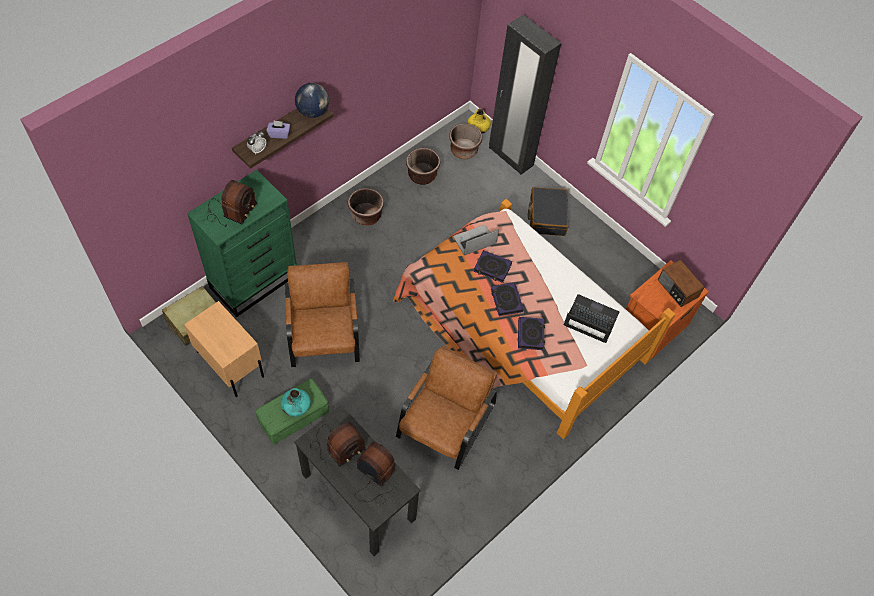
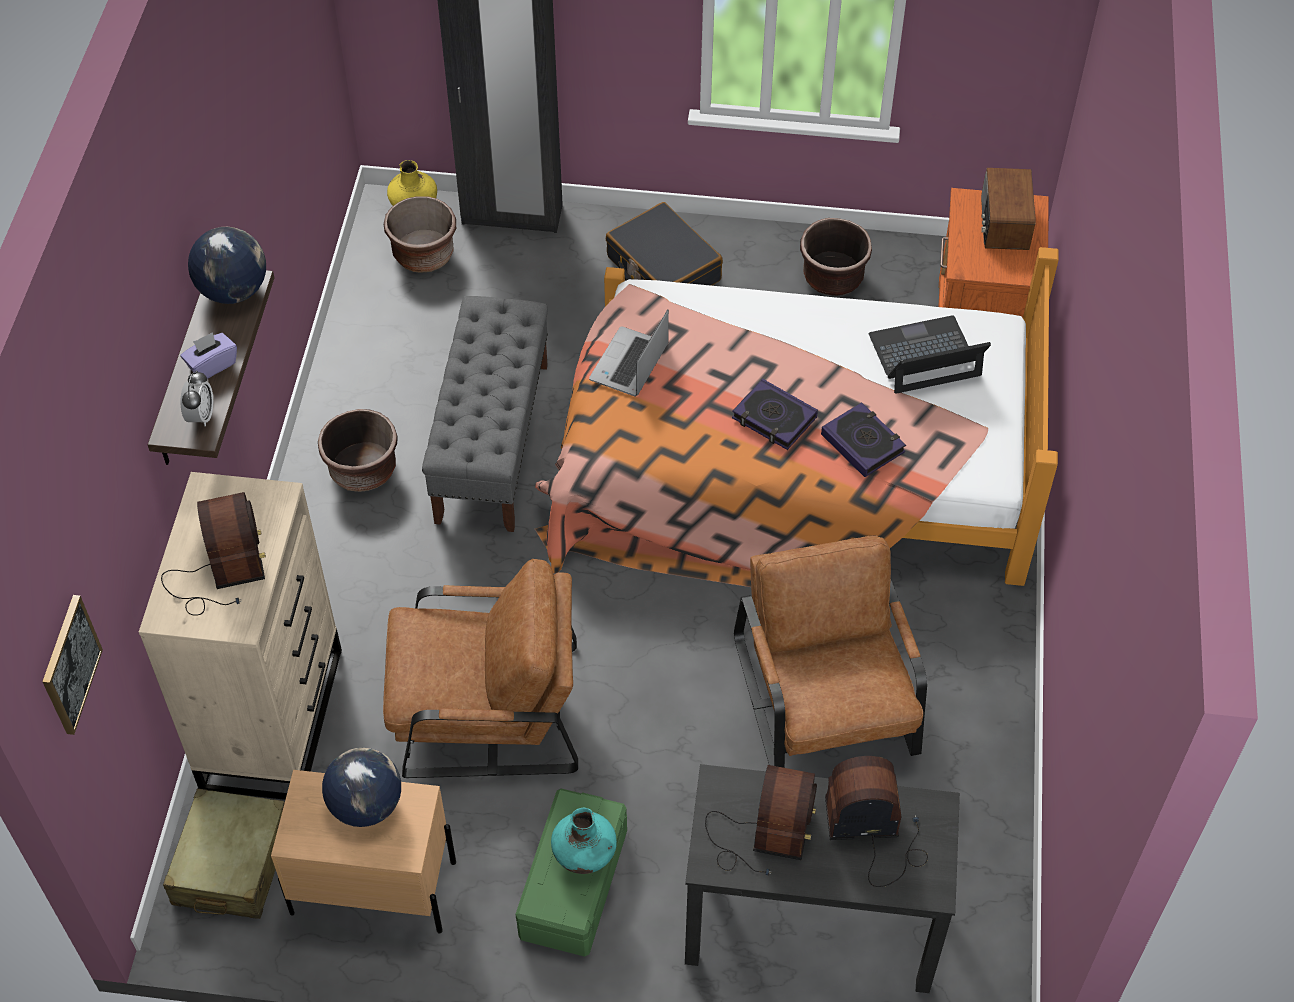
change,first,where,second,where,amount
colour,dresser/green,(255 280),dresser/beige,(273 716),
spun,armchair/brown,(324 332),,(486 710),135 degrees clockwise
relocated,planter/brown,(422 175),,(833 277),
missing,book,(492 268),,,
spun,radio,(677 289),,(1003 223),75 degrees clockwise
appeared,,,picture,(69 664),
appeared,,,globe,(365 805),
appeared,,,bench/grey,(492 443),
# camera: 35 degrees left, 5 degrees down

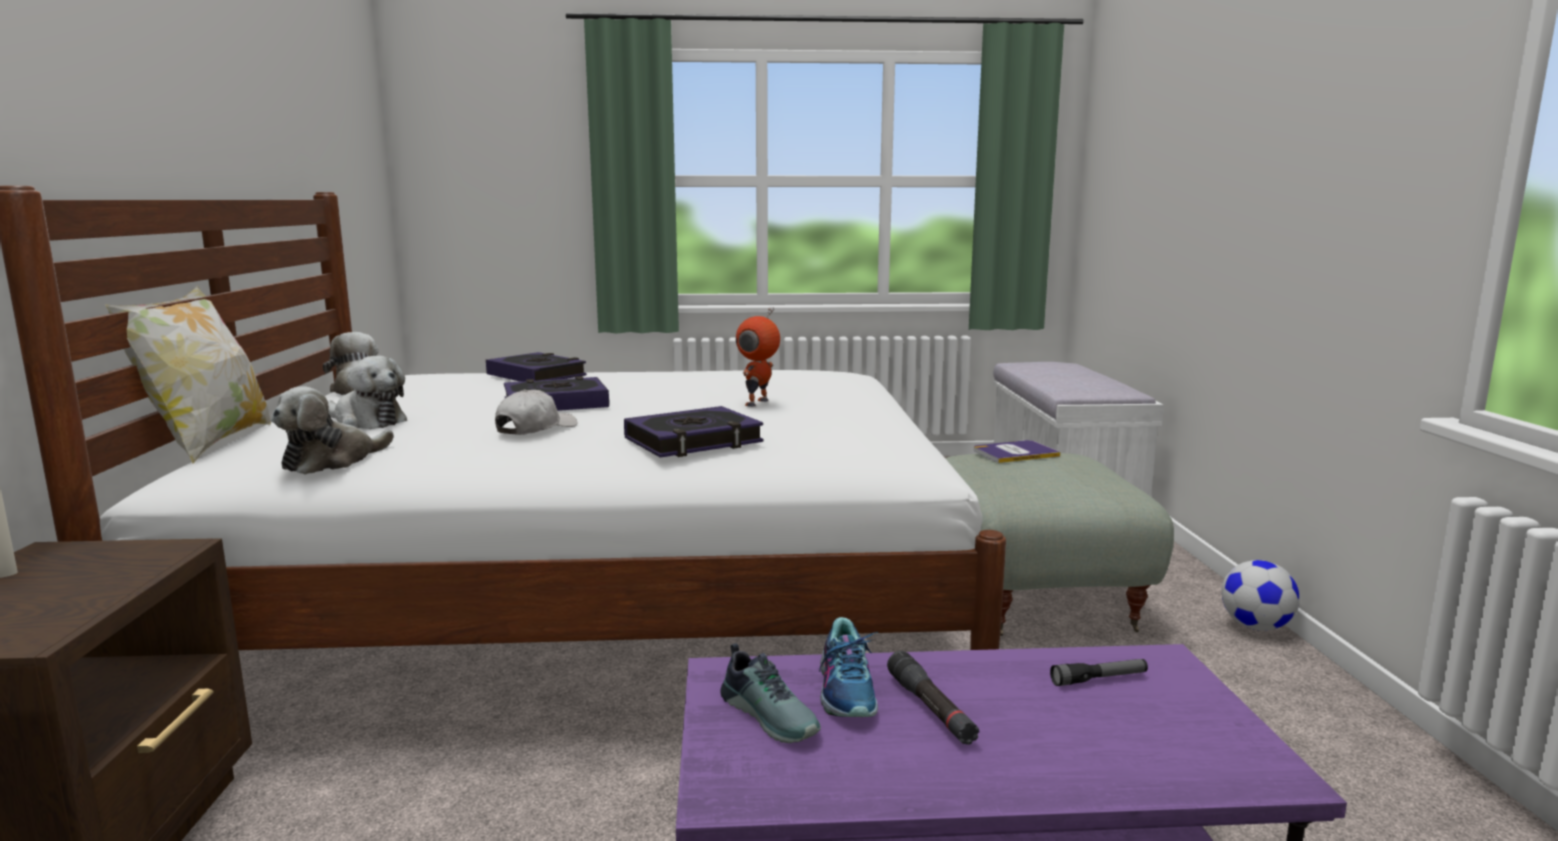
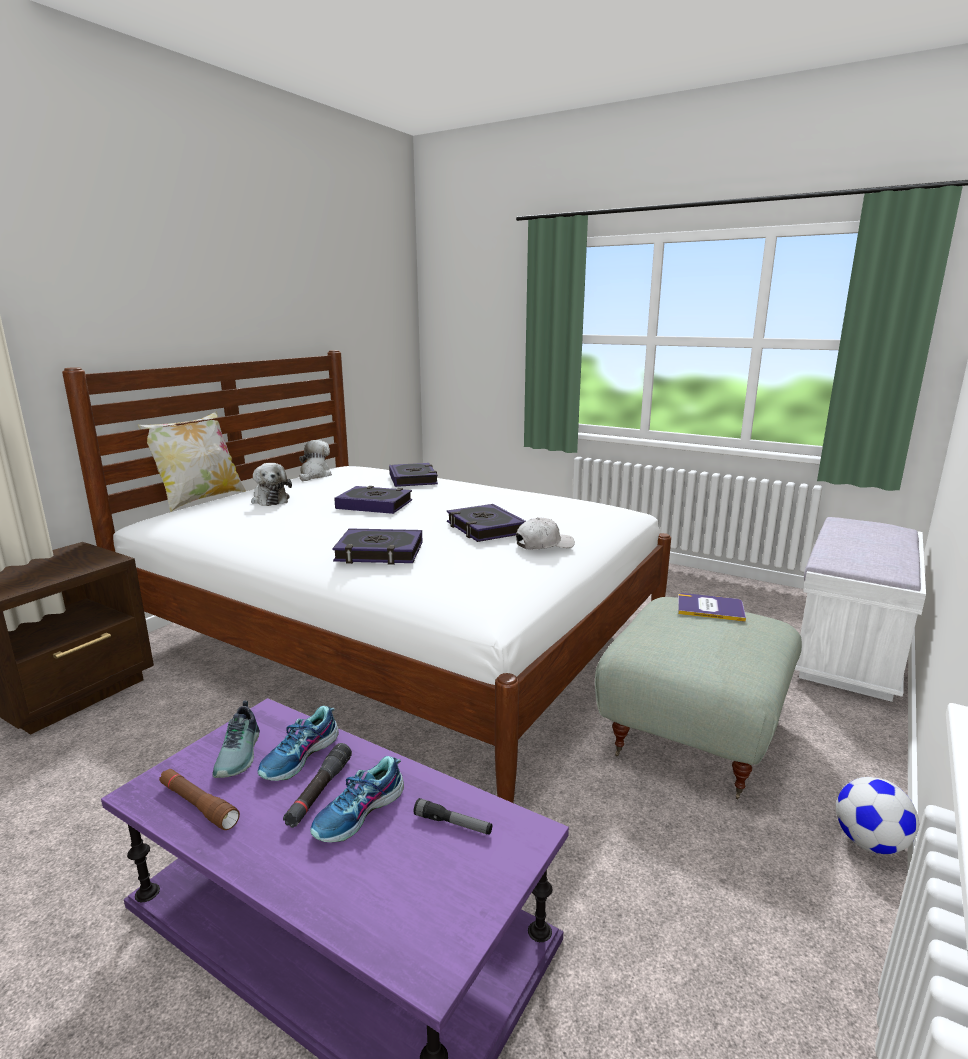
change,first,where,second,where,amount
missing,plush toy,(332 461),,,
relocated,cap/white,(535 429),,(544 545),
exchanged,toy robot,(758 403),book,(485 528),
appeared,,,flashlight/brown,(198 805),
appeared,,,shoe,(359 813),
# camera: 35 degrees right, 5 degrees up

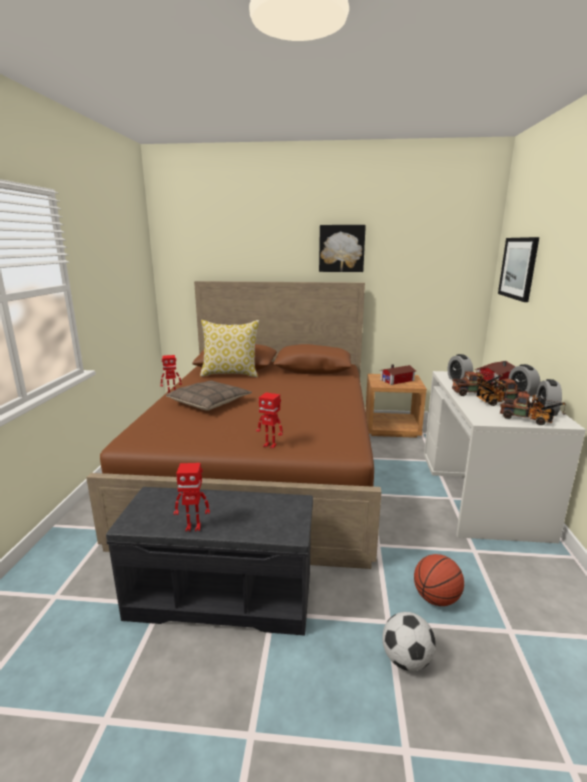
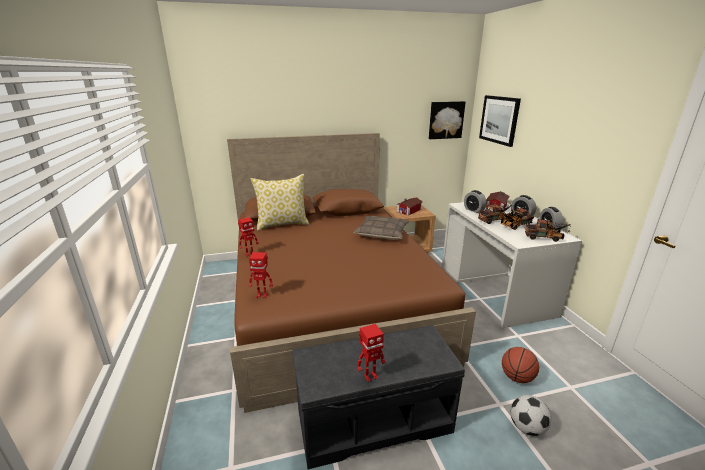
change,first,where,second,where,amount
relocated,pillow,(209 402),,(382 233),
relocated,toy robot,(270 445),,(262 295),
relocated,picture,(341 248),,(445 120),
# camera: 20 degrees left, 5 degrees up

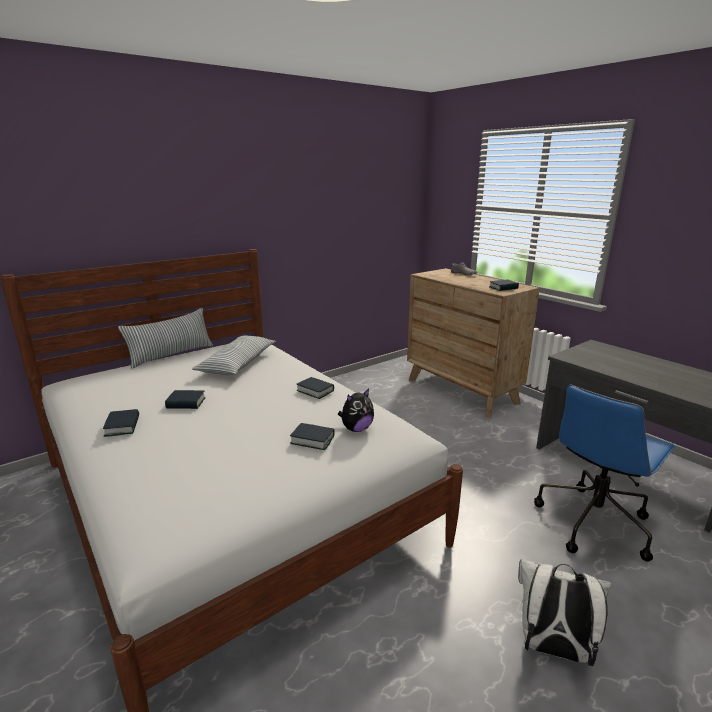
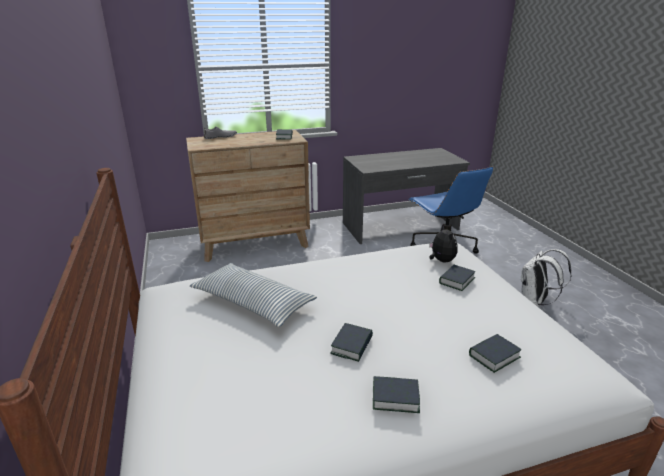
change,first,where,second,where,amount
missing,pillow,(171 355),,,
relocated,book,(315 391),,(494 356),
# camera: 70 degrees left, 5 degrees up

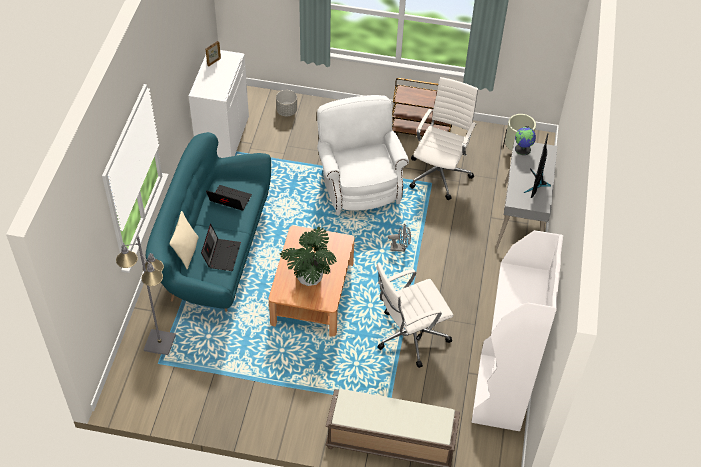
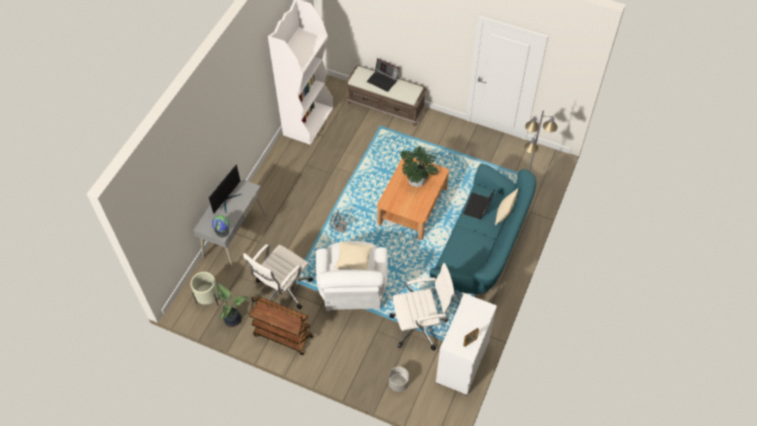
change,first,where,second,where,amount
relocated,laptop,(229 200),,(383 80),
relocated,office chair/white,(409 336),,(420 326),
appeared,,,potted plant,(233 318),
appeared,,,pillow/beige,(353 259),
# camera: 165 degrees left, 5 degrees up

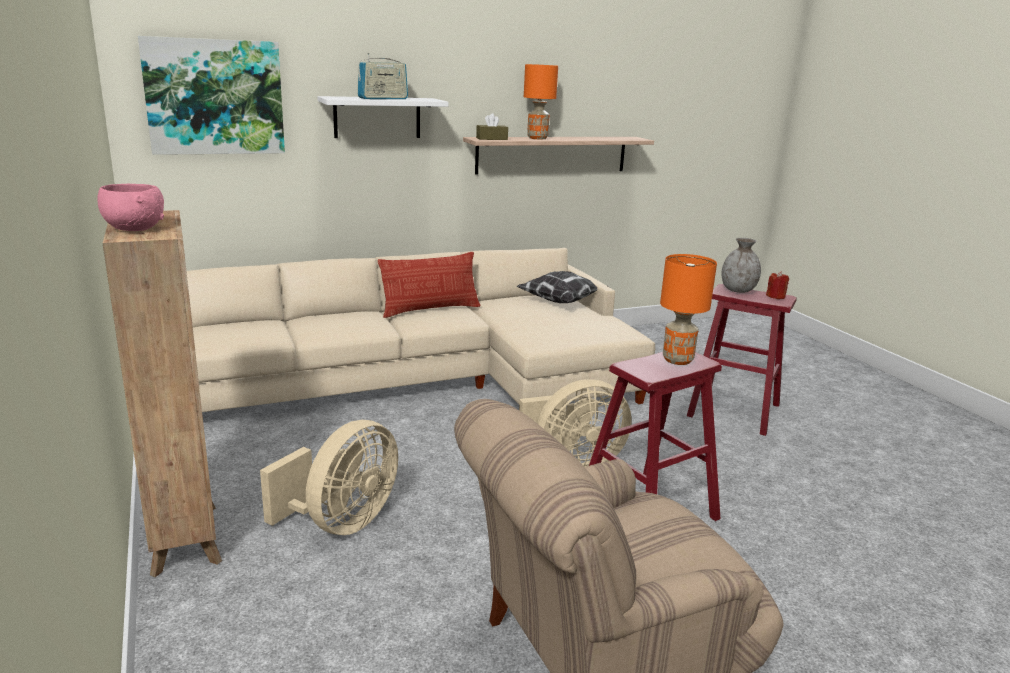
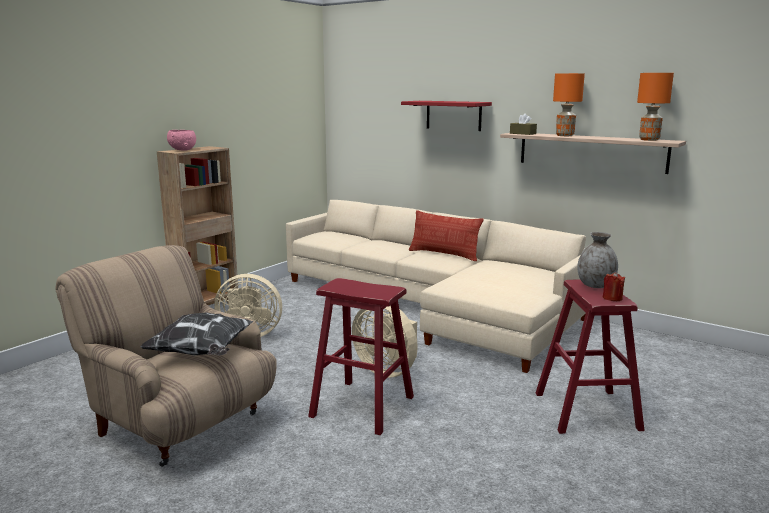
change,first,where,second,where,amount
missing,picture,(215 97),,,
colour,shelf/white,(377 117),shelf/red,(453 115),
missing,radio,(383 98),,,
relocated,pillow,(563 302),,(202 353),
relocated,table lamp/orange,(678 360),,(649 140),
# camera: 60 degrees right, 5 degrees down

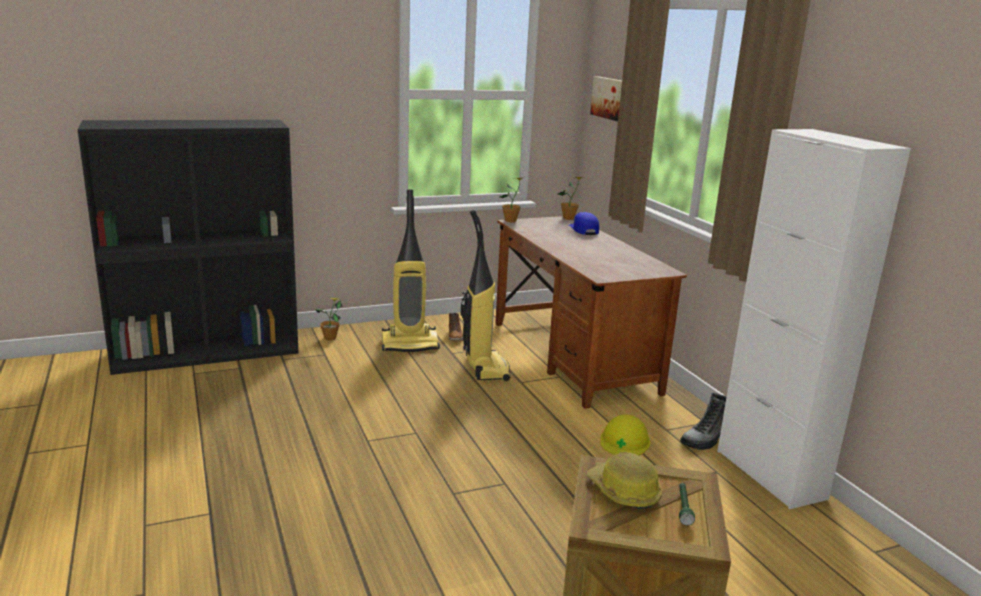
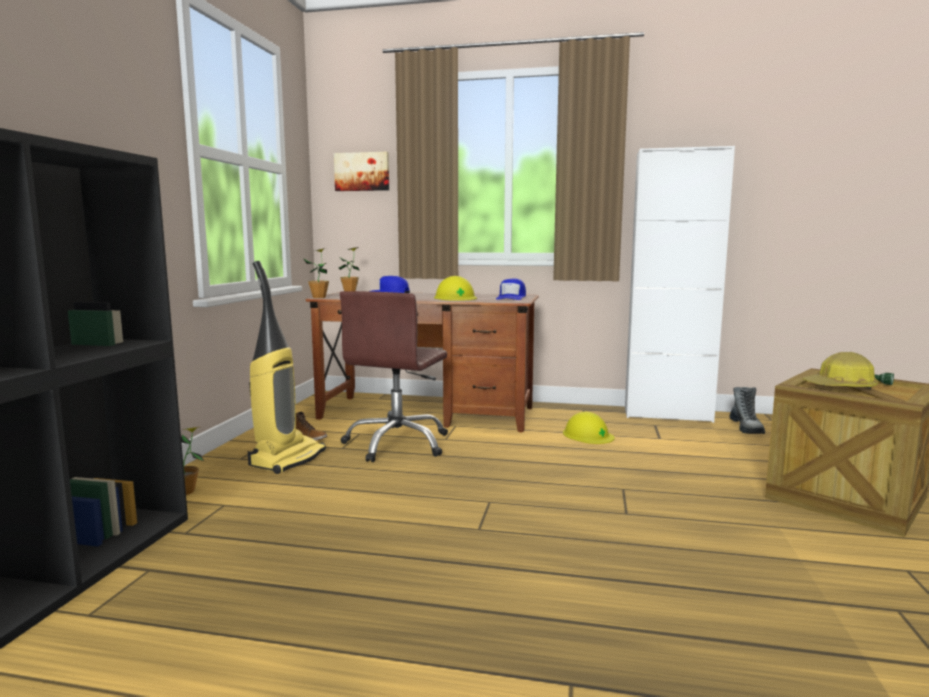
change,first,where,second,where,amount
exchanged,vacuum cleaner,(485 368),office chair/brown,(397 444),
relocated,boot,(707 440),,(746 428),
appeared,,,hard hat/yellow,(455 298),
appeared,,,cap/blue,(511 298),
# camera: 55 degrees left, 10 degrees down

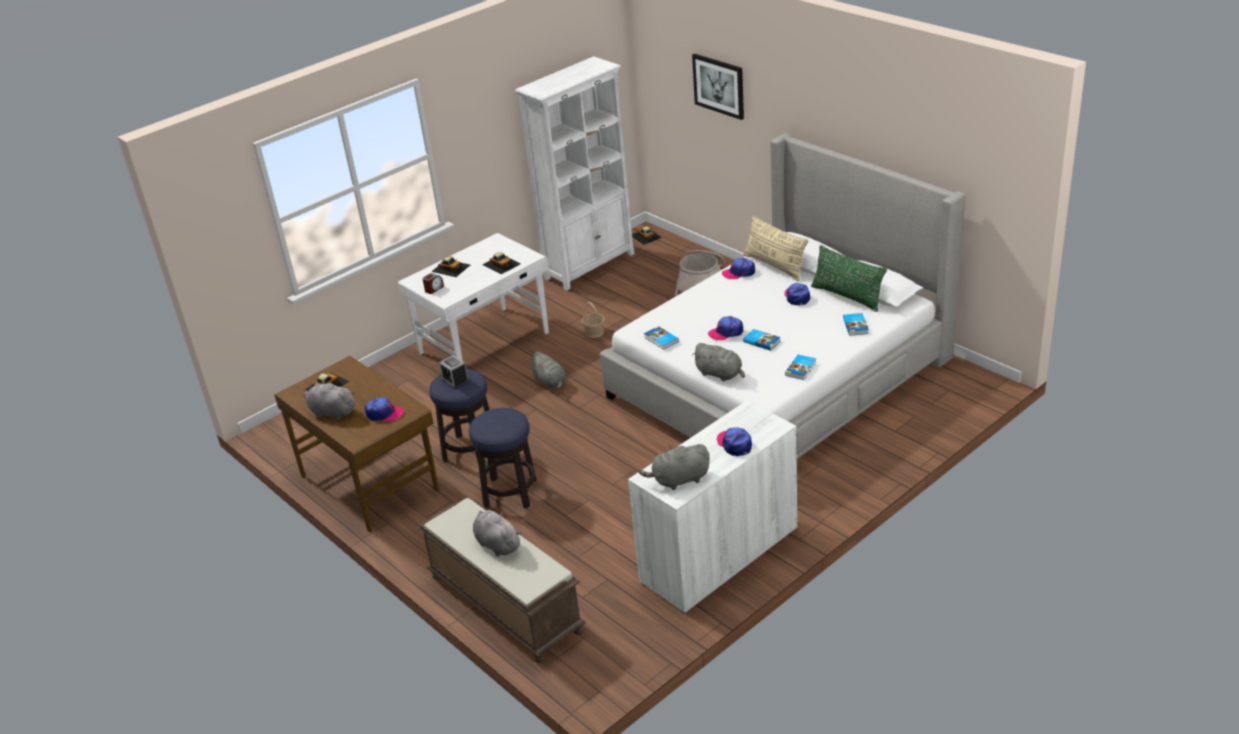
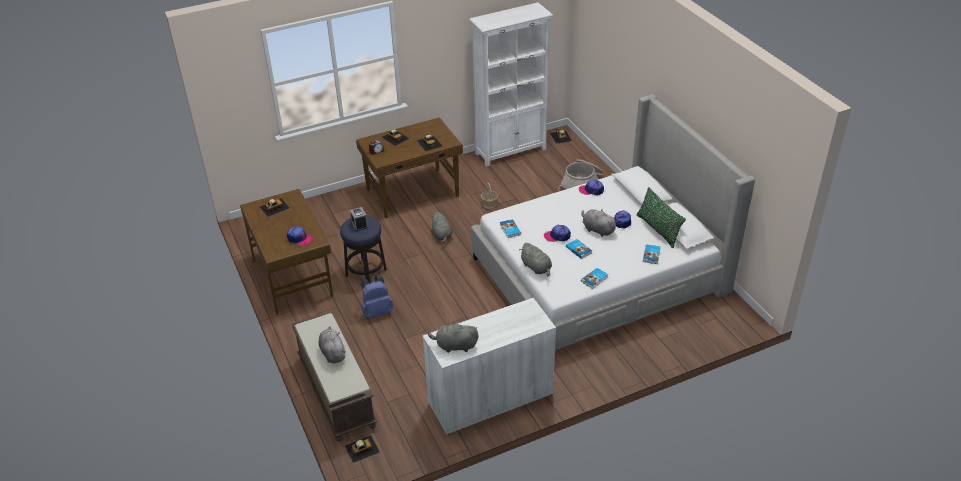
change,first,where,second,where,amount
relocated,plush toy/grey,(331 412),,(597 230),
colour,desk/white,(485 343),desk/brown,(413 193),
exchanged,stool,(510 493),backpack/blue,(377 311),
missing,picture,(719 85),,,
missing,cap,(734 444),,,
missing,pillow/beige,(774 265),,,
appeared,,,toy car,(361 448),
# camera: 15 degrees right, 5 degrees up

